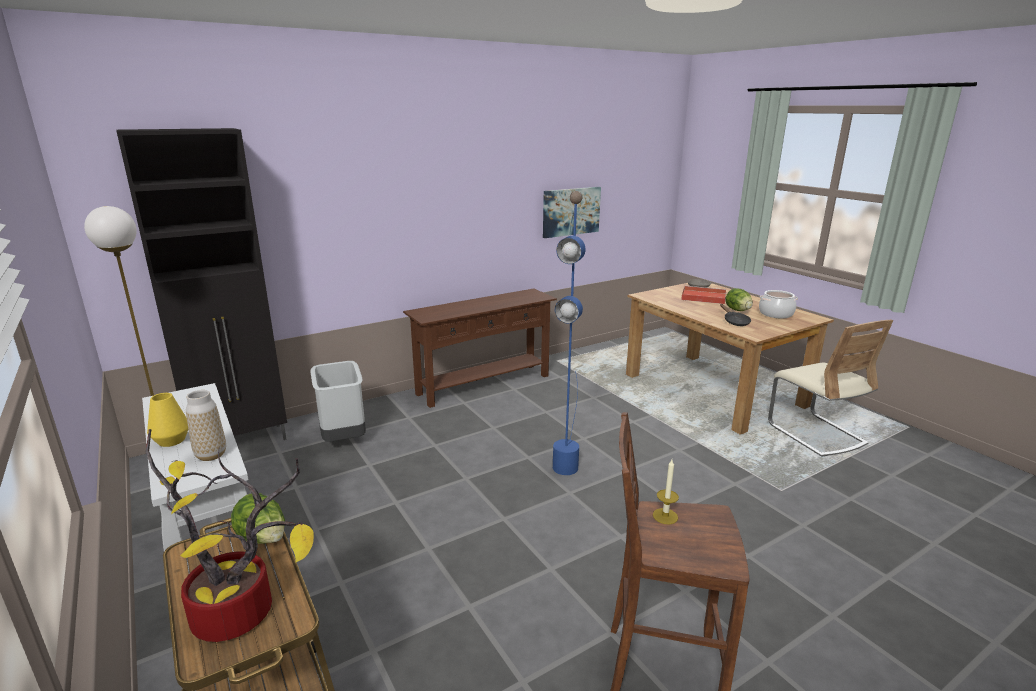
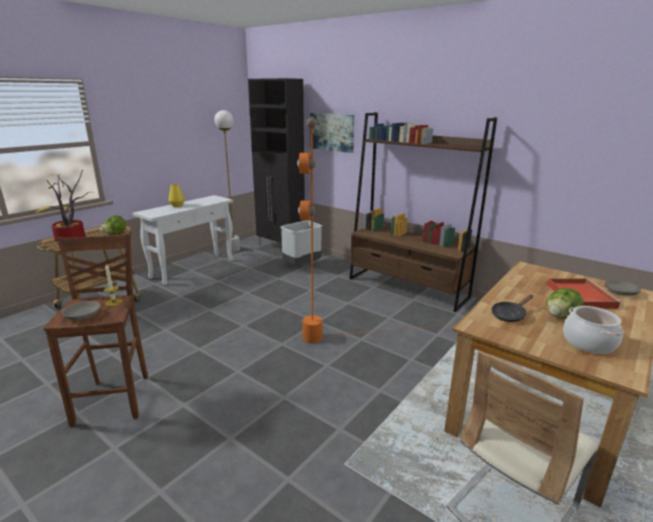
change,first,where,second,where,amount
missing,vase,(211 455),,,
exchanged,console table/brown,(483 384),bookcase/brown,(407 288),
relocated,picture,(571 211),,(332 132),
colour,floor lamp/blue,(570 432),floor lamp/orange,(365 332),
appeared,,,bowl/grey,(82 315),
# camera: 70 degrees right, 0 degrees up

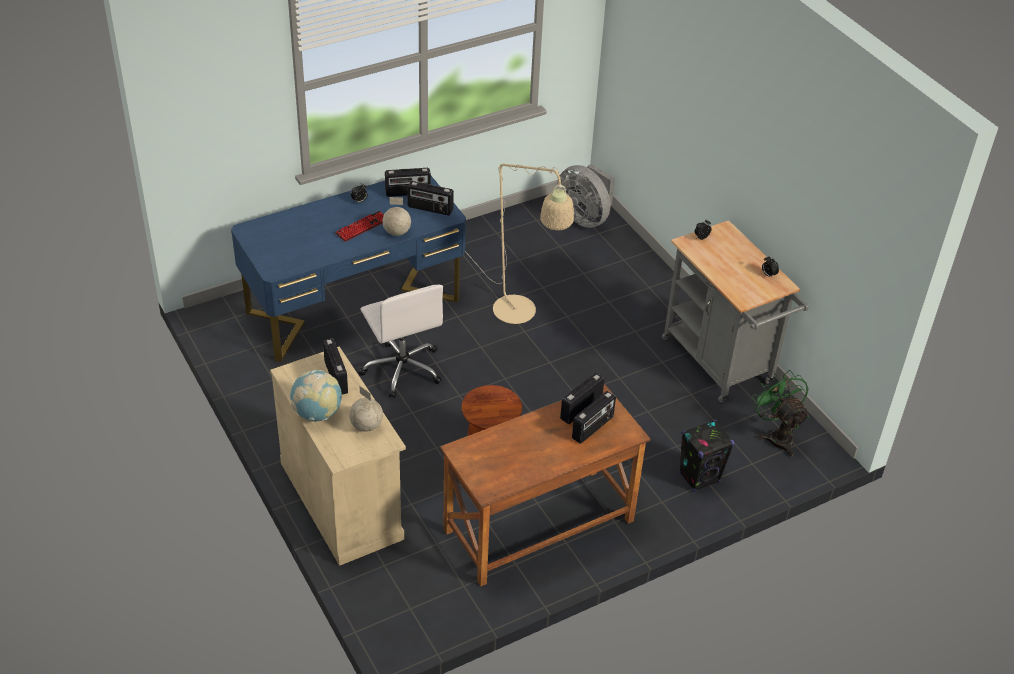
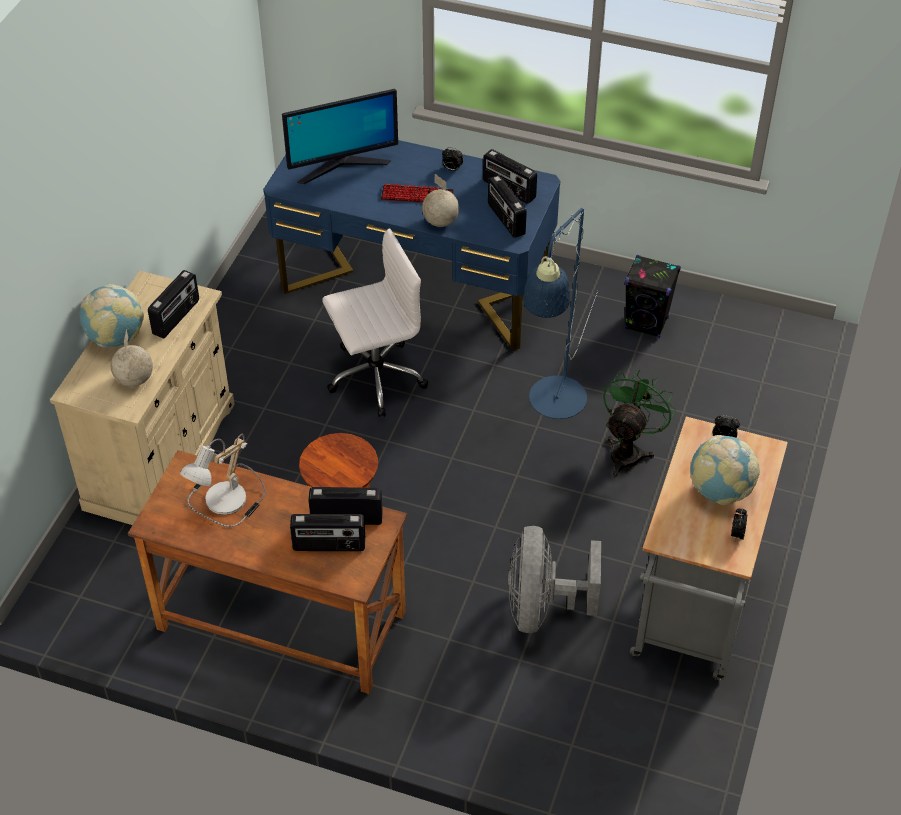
change,first,where,second,where,amount
spun,office chair/white,(402 368),,(374 377),135 degrees counterclockwise
colour,floor lamp/beige,(520 316),floor lamp/blue,(554 409),
relocated,fan/grey,(585 217),,(542 607),
relocated,speaker/black,(699 477),,(647 323),
relocated,fan/green,(777 436),,(629 451),
appeared,,,table lamp,(227 502),
appeared,,,monitor,(341 166),
appeared,,,globe,(720 490),
# camera: 50 degrees right, 5 degrees up

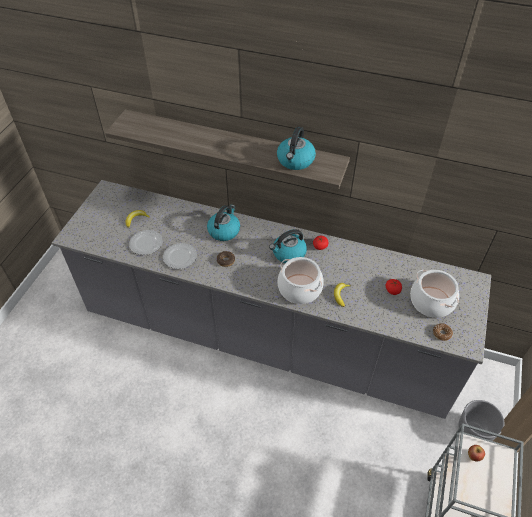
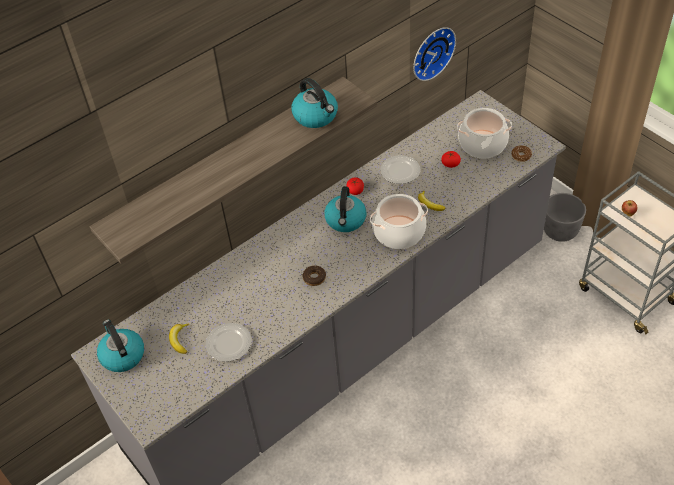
change,first,where,second,where,amount
relocated,plate,(180 257),,(399 171),
relocated,kettle,(224 231),,(122 355),
appeared,,,wall clock,(431 52),
# camera: 55 degrees left, 0 degrees up

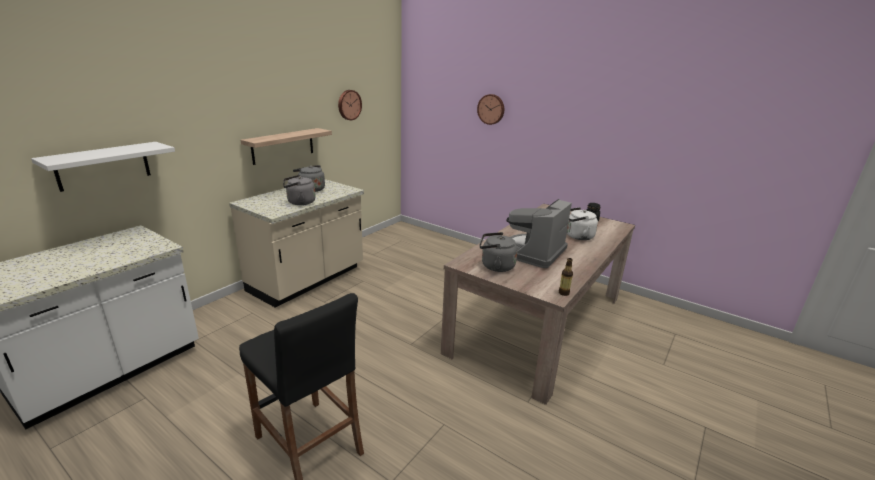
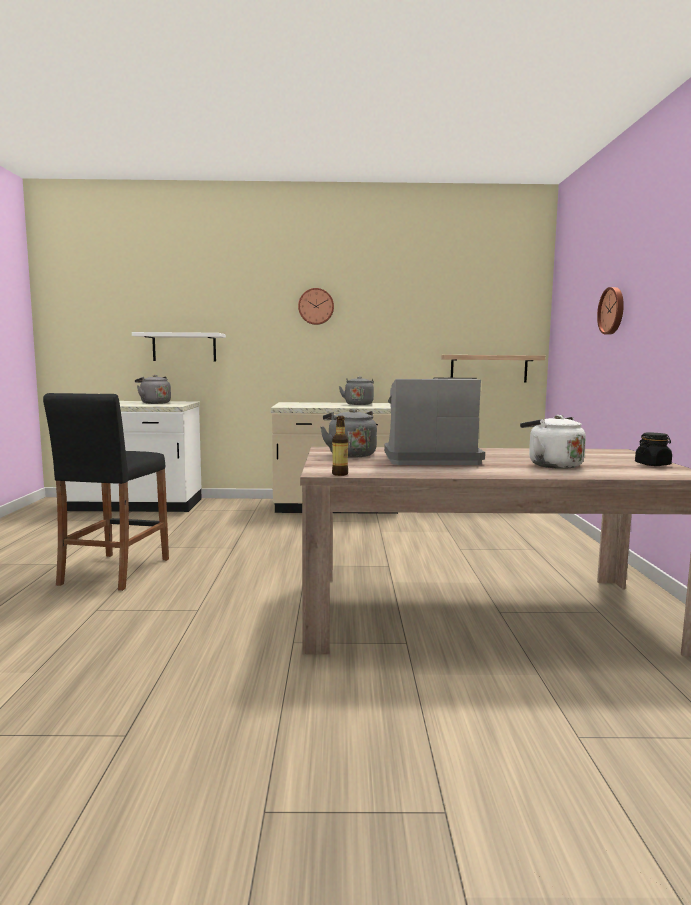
change,first,where,second,where,amount
relocated,shelf,(283 146),,(488 368),
relocated,kettle/grey,(299 202),,(154 403),
relocated,wall clock,(349 105),,(316 306),
# camera: 55 degrees right, 15 degrees down

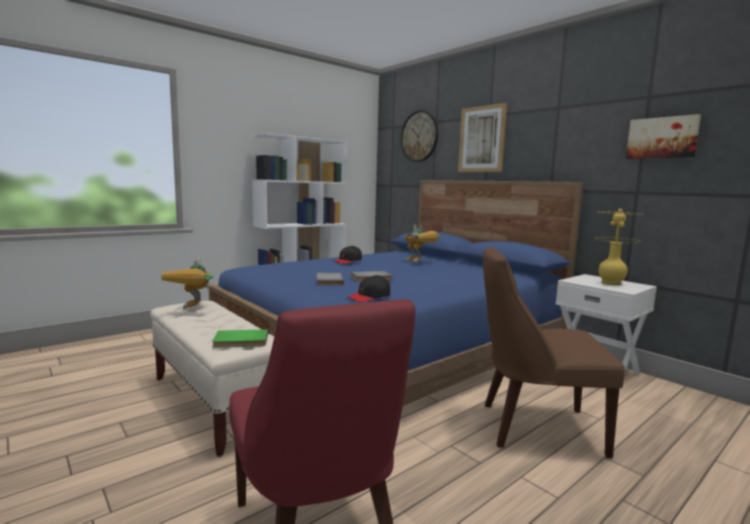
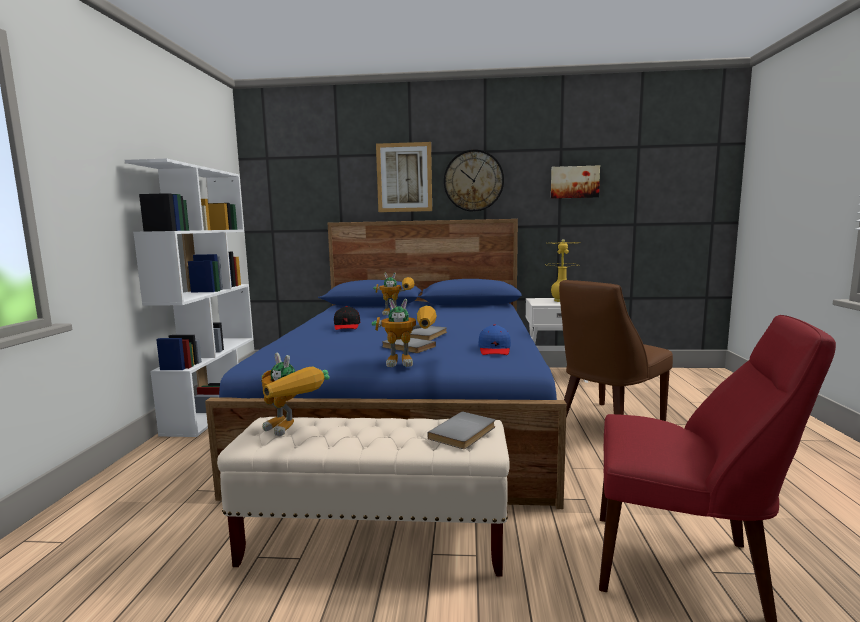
change,first,where,second,where,amount
colour,book/green,(241 341),book/grey,(465 433),
colour,cap/black,(369 297),cap/blue,(494 349),
relocated,wall clock,(419 136),,(473 181),
appeared,,,toy robot,(411 362),
# camera: 45 degrees left, 0 degrees up

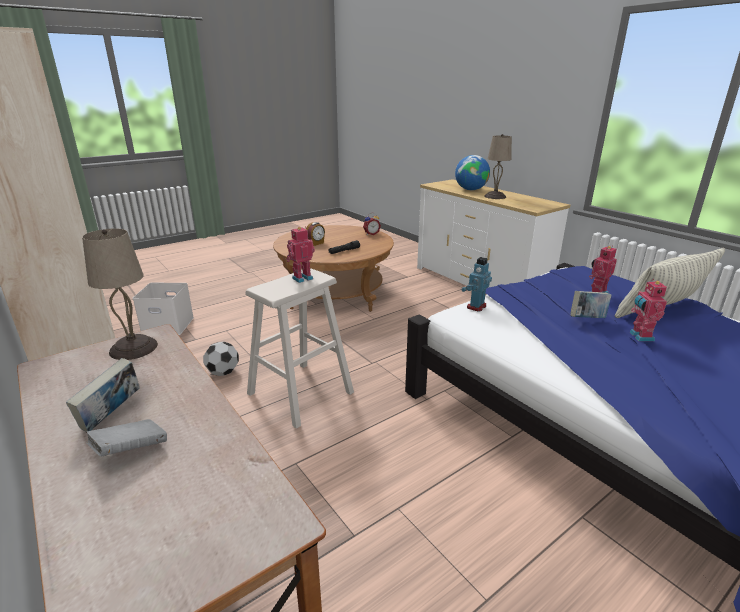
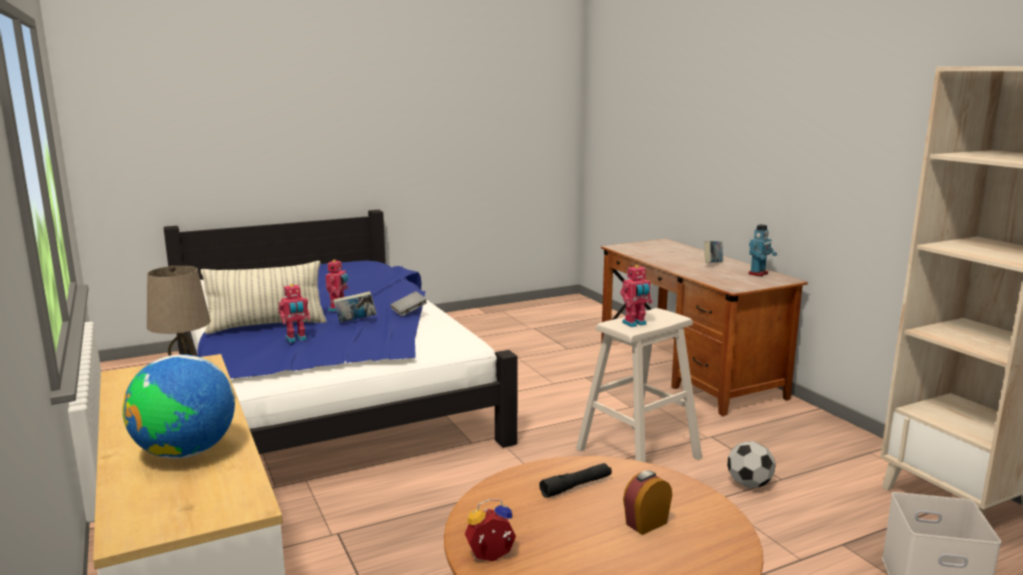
change,first,where,second,where,amount
missing,table lamp/beige,(133 347),,,
relocated,book/grey,(130 450),,(409 311),
relocated,toy robot,(476 306),,(758 274),
# camera: 170 degrees left, 10 degrees down

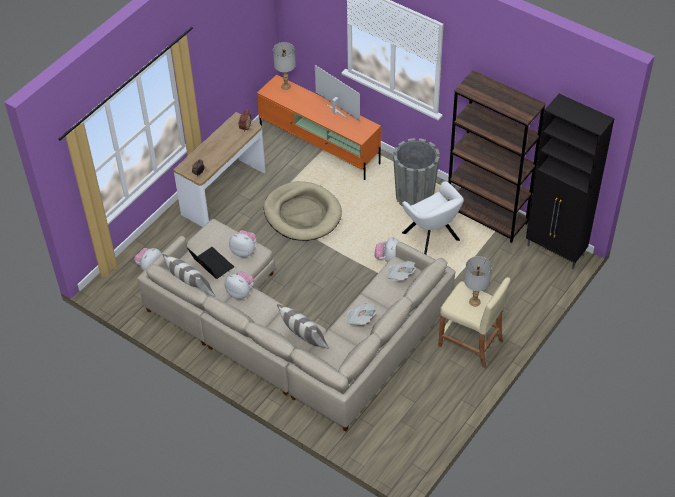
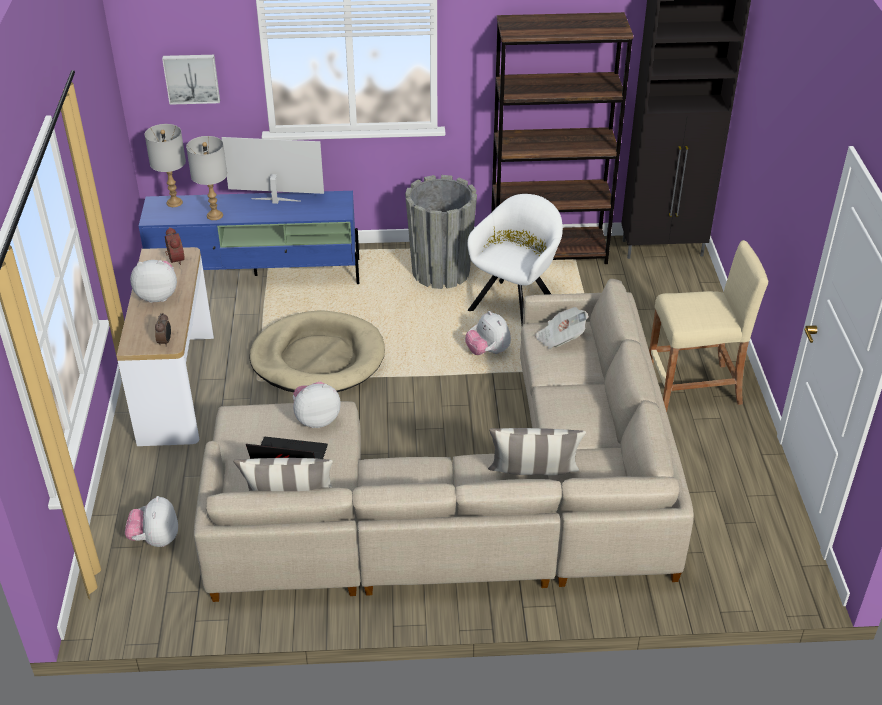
change,first,where,second,where,amount
relocated,plush toy,(240 292),,(157 296),
colour,tv stand/orange,(319 145),tv stand/blue,(257 275),
missing,newspaper,(360 319),,,
spun,armchair/white,(432 239),,(515 304),75 degrees counterclockwise
relocated,table lamp/grey,(474 302),,(214 215),
appeared,,,picture,(191 78),
# camera: 40 degrees left, 10 degrees down

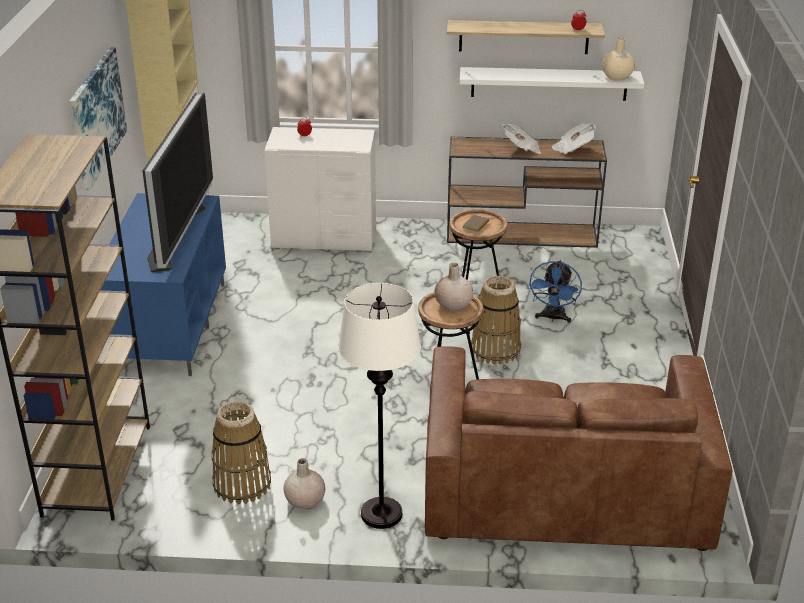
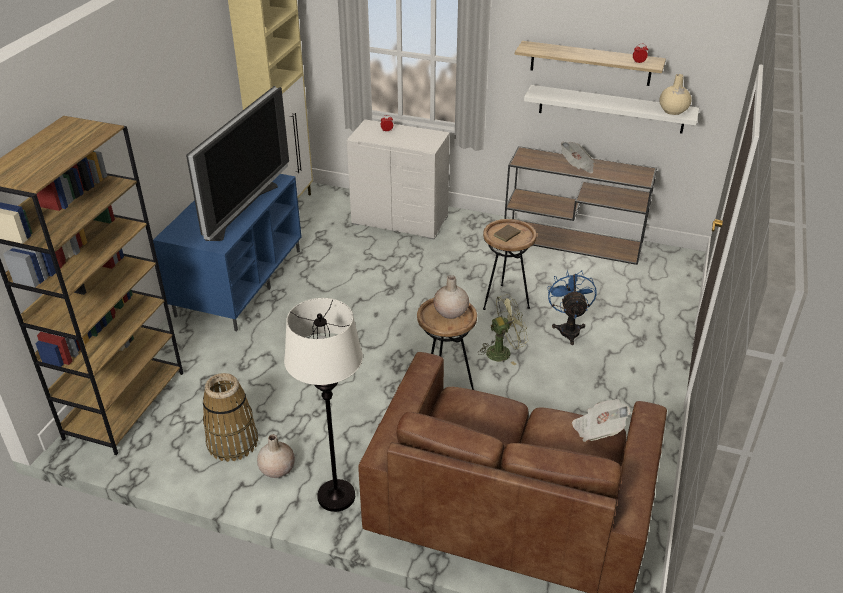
change,first,where,second,where,amount
missing,picture,(96 116),,,
exchanged,basket,(495 350),fan/green,(503 351),
spun,fan/blue,(553 318),,(568 328),150 degrees clockwise
relocated,newspaper,(572 148),,(598 430),
# camera: 15 degrees right, 5 degrees up

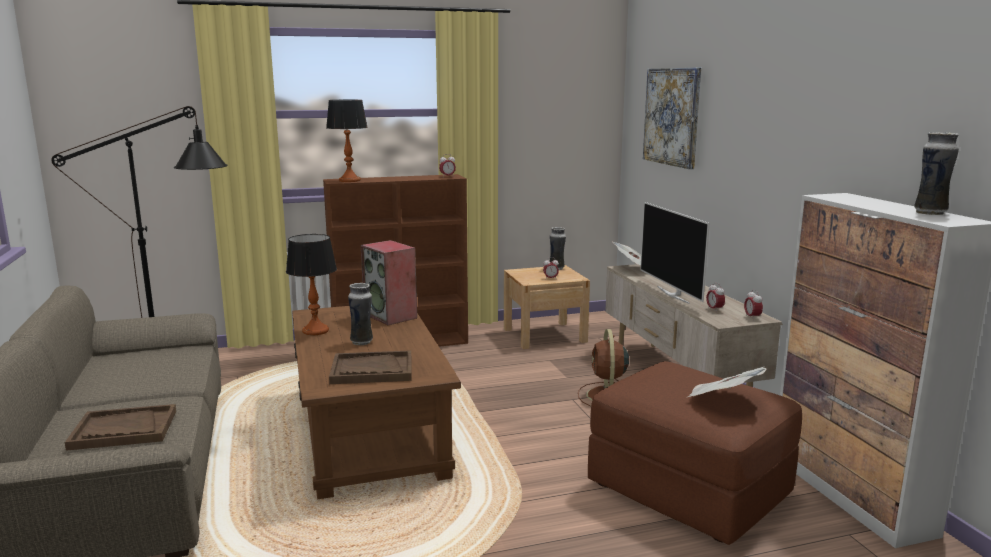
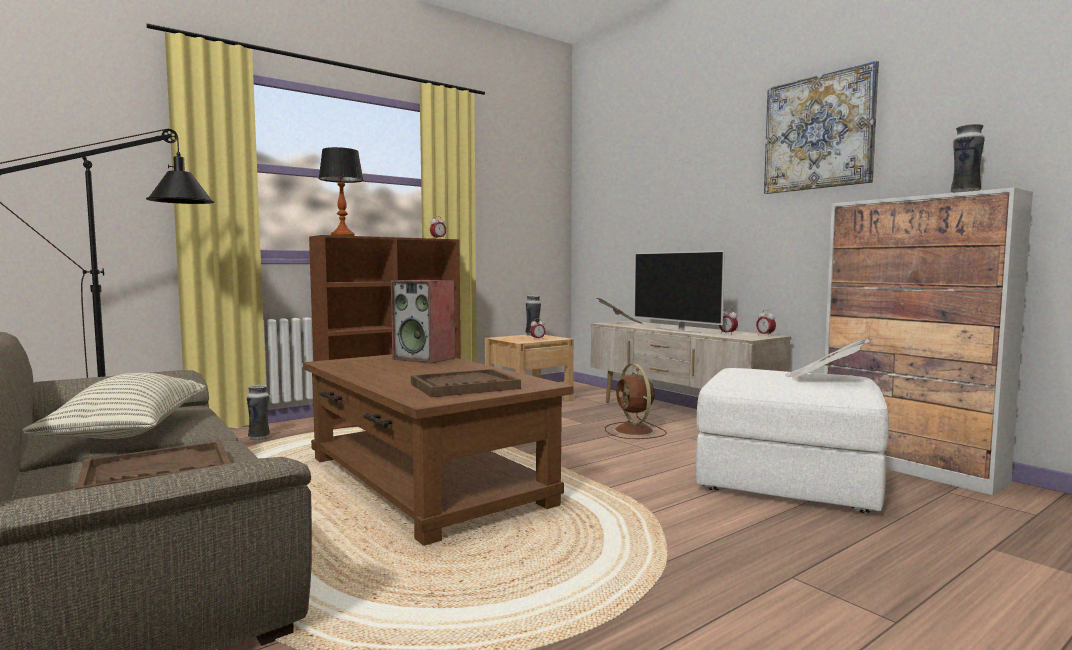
change,first,where,second,where,amount
missing,table lamp,(316 331),,,
relocated,vase,(362 342),,(259 438),
colour,ottoman/brown,(689 490),ottoman/white,(788 482),
relocated,picture,(672 116),,(818 132),
appeared,,,pillow,(130 432),
# camera: 20 degrees left, 10 degrees down

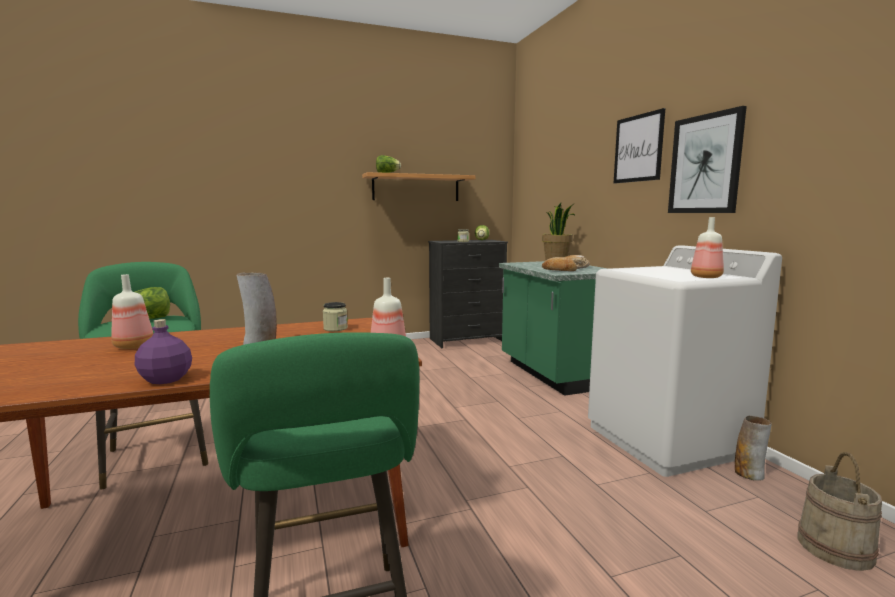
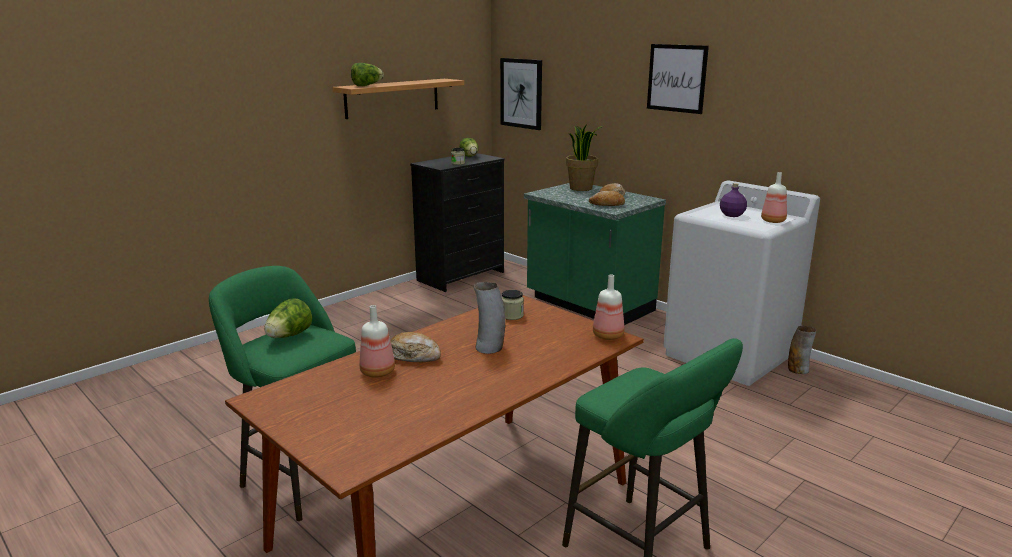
change,first,where,second,where,amount
relocated,bottle/purple,(165 379),,(732 215),
relocated,picture,(705 164),,(521 93),
missing,bucket/beige,(835 548),,,
appeared,,,bread,(414 356),
# camera: 25 degrees left, 10 degrees up

